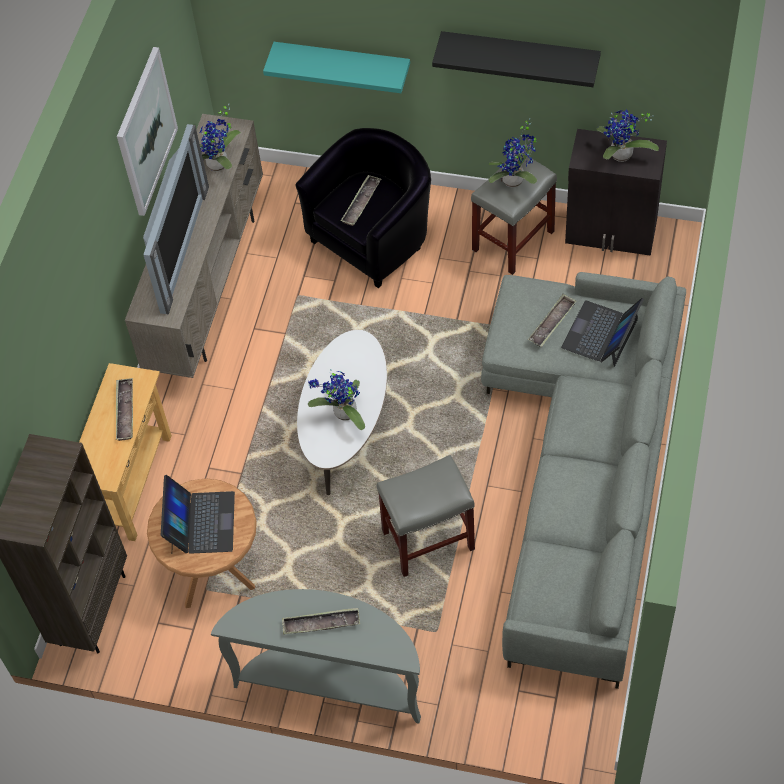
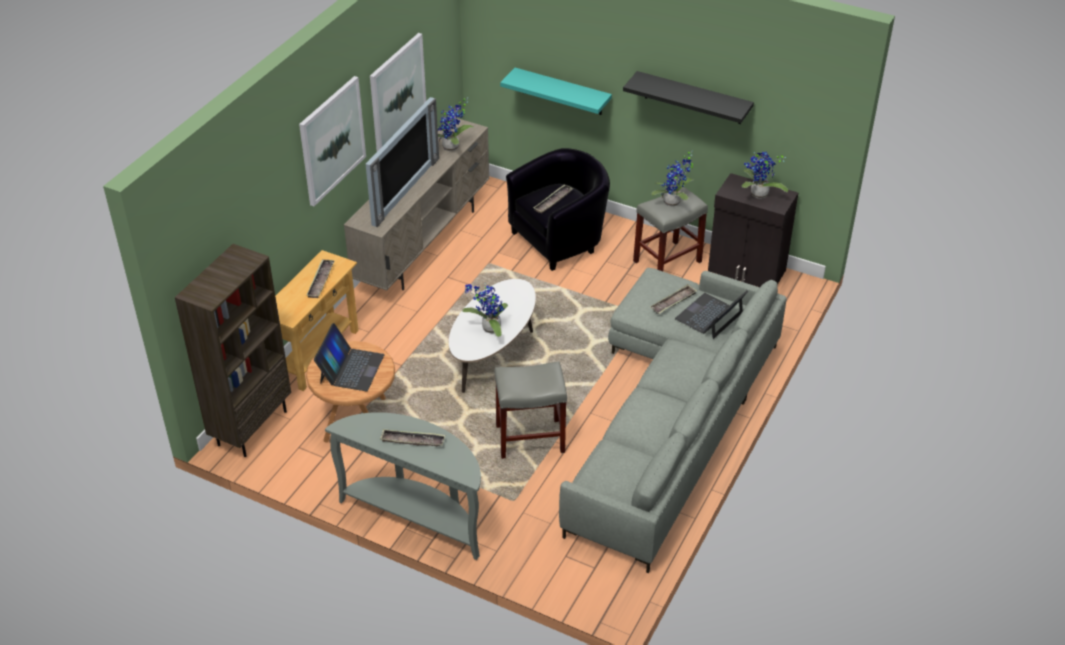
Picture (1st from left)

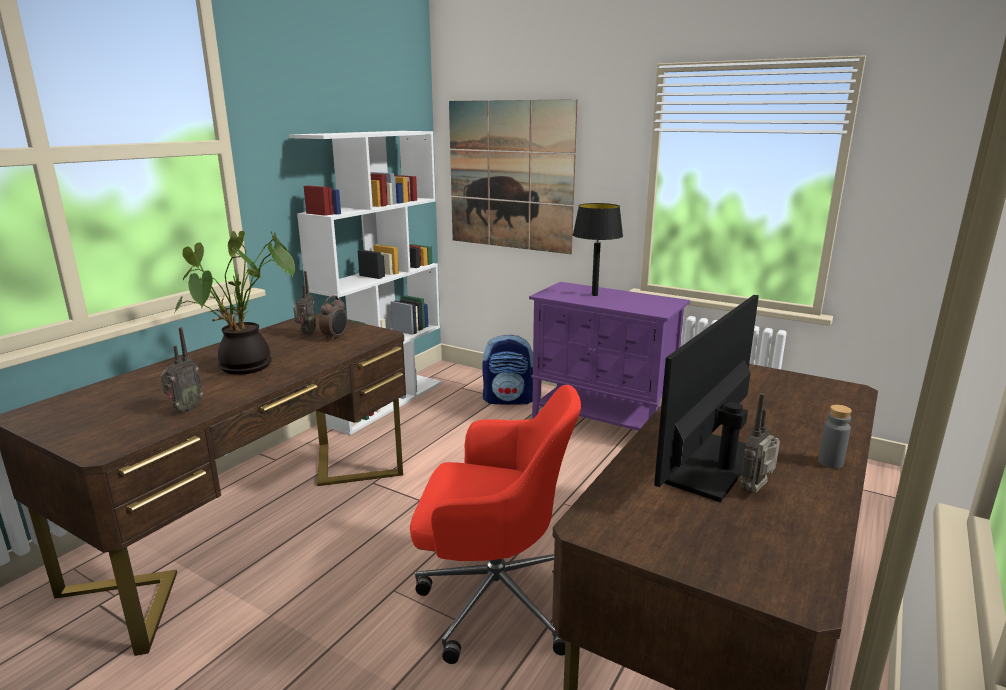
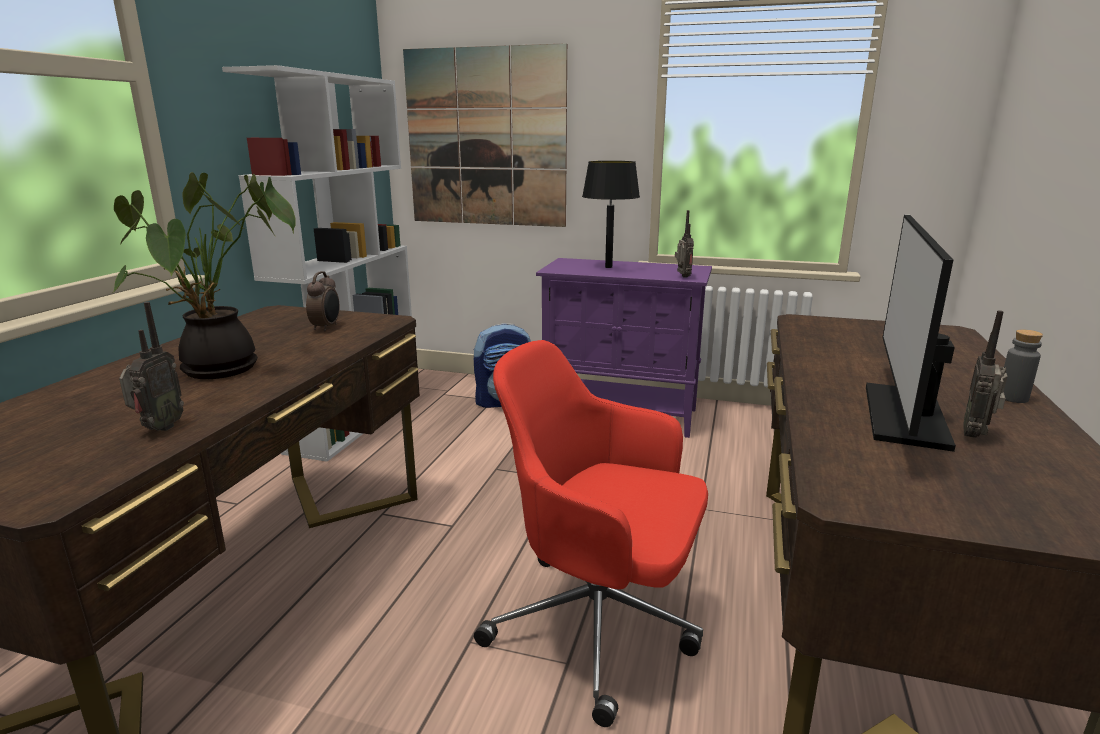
RedOfficeChair
Radio (2nd from left)

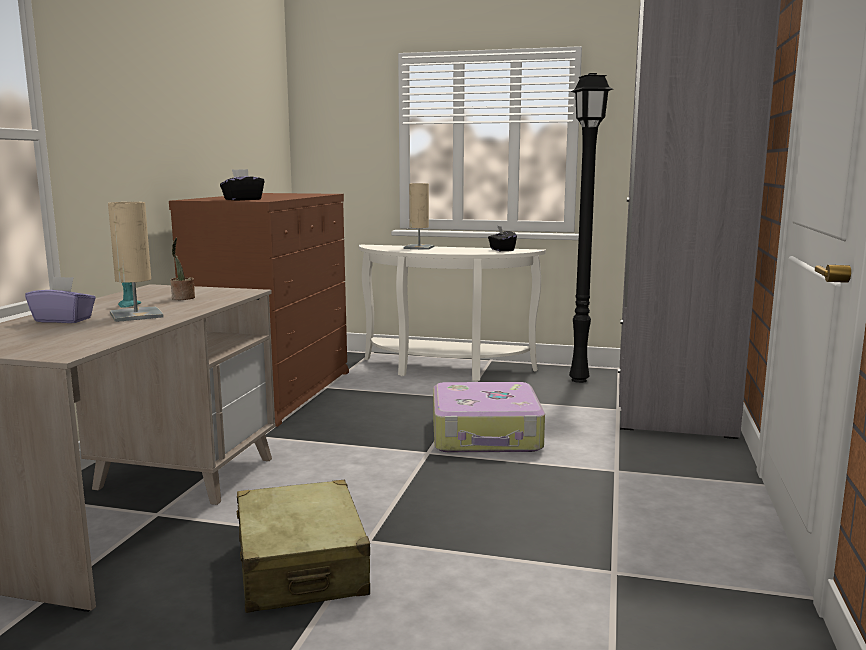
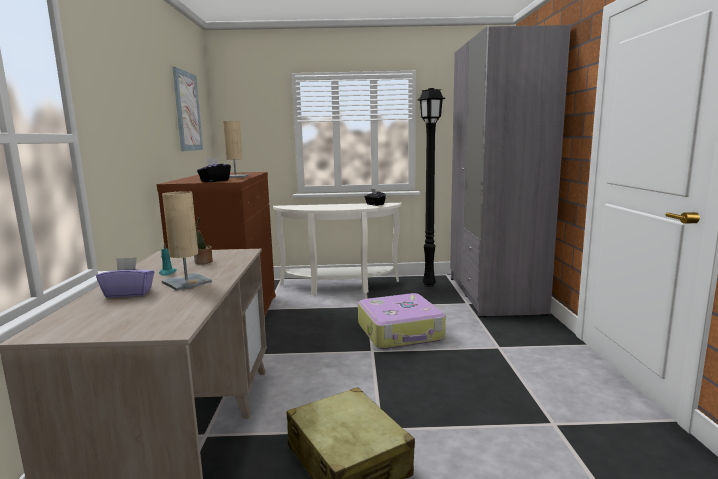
Picture
BeigeTableLamp (2nd from left)

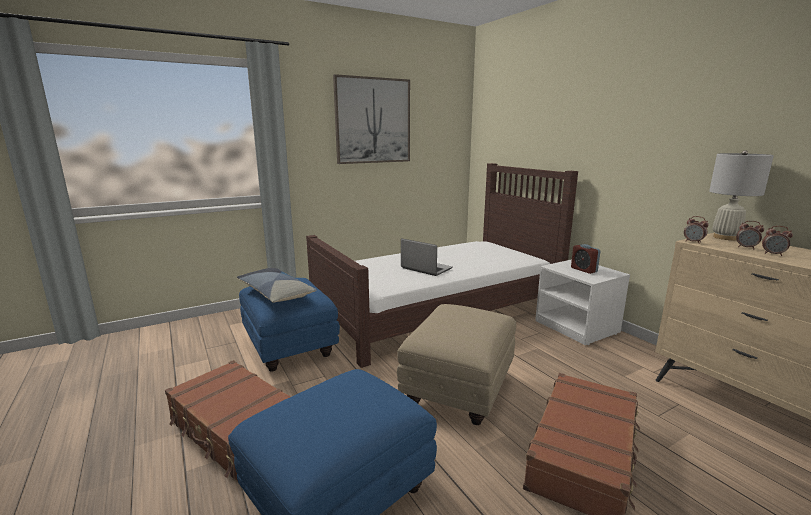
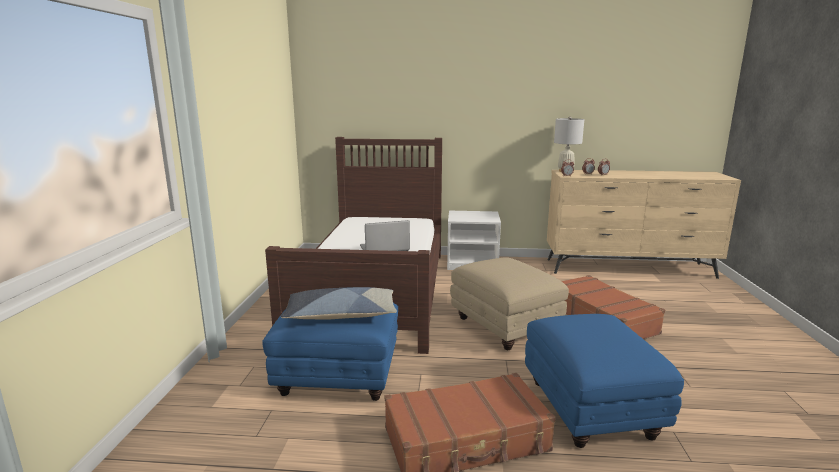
Picture
AlarmClock (1st from left in the first image)

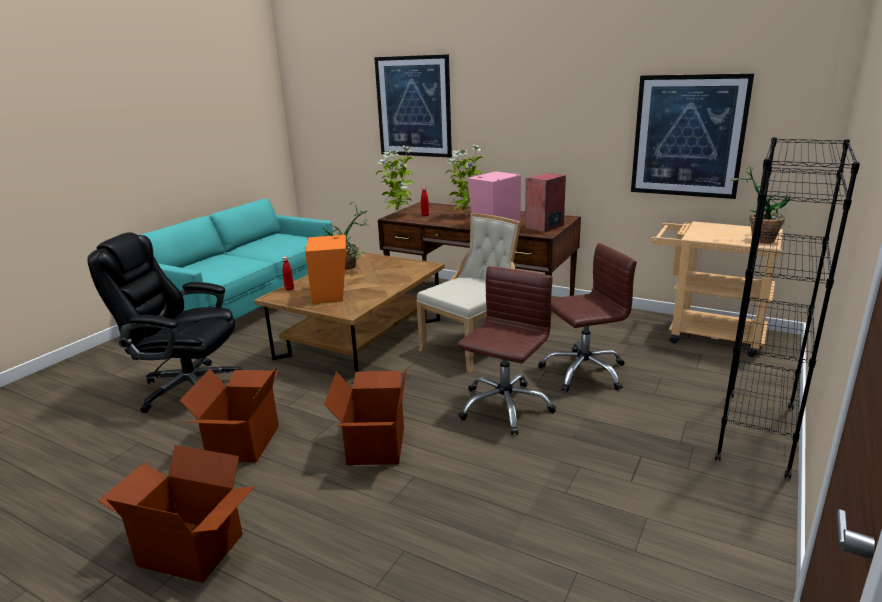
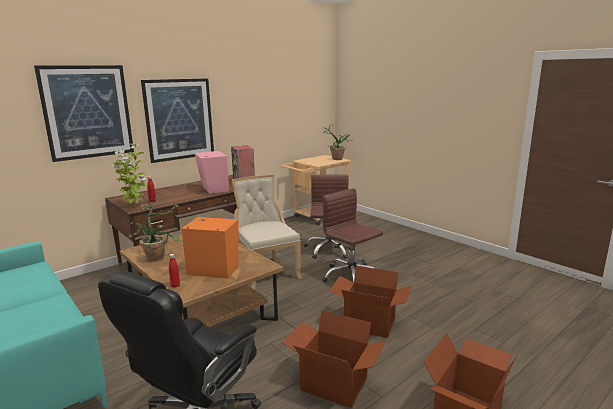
Picture (2nd from left)
PottedPlant (3rd from left in the first image)
BlackBookcase

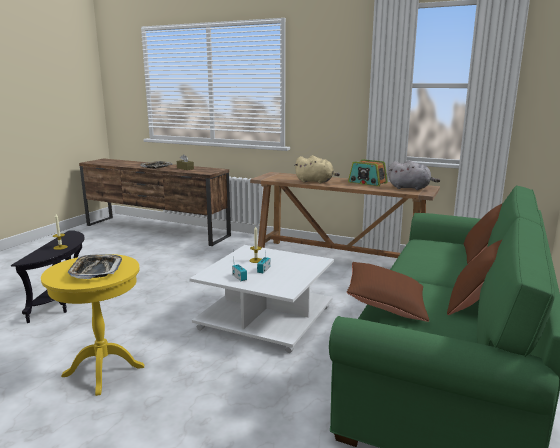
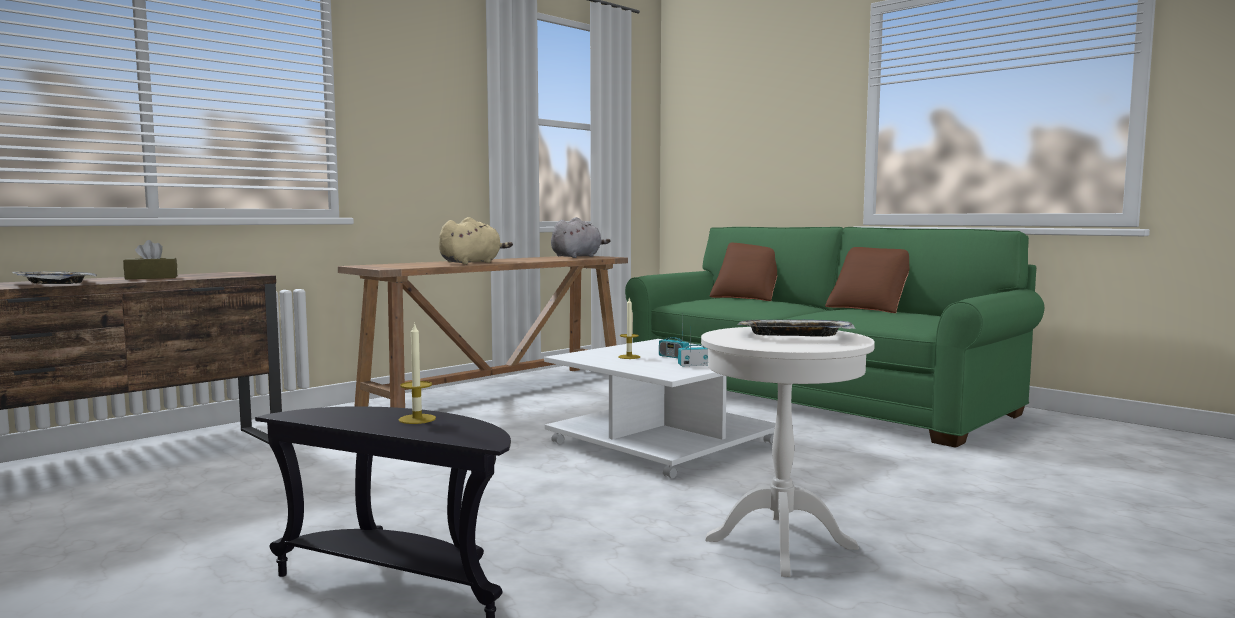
WhiteSideTable
BrownPillow (1st from left in the first image)
Radio (3rd from left in the first image)

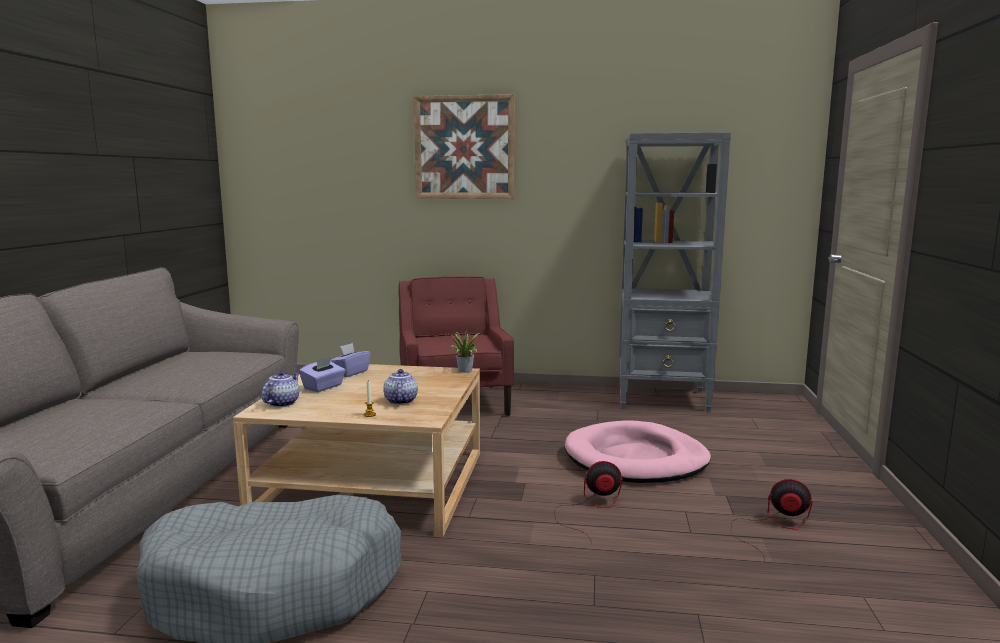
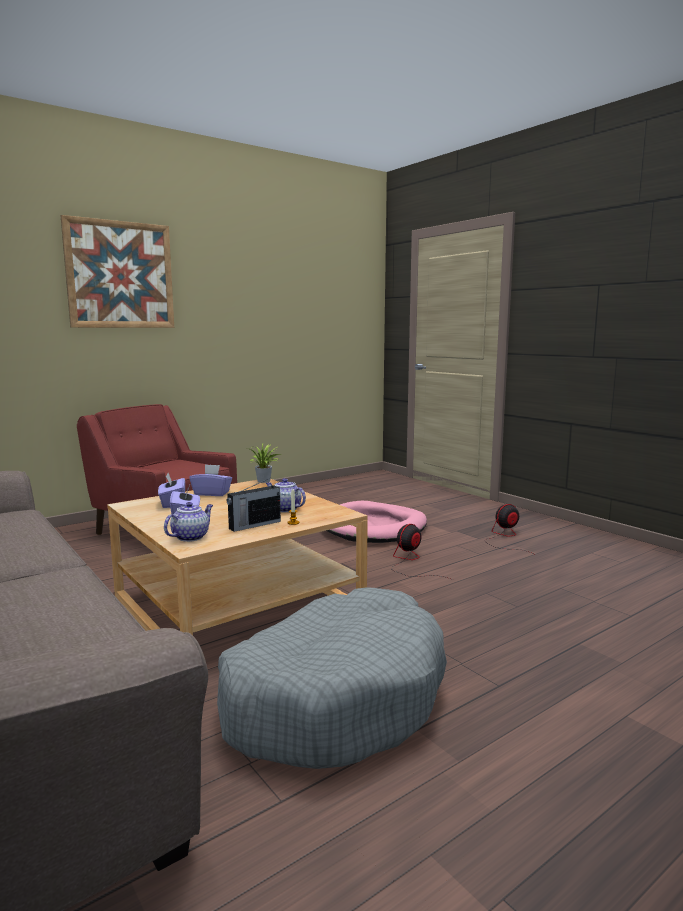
Teapot (1st from left)
PurpleTissueBox (3rd from left)
Radio
GreyBookcase

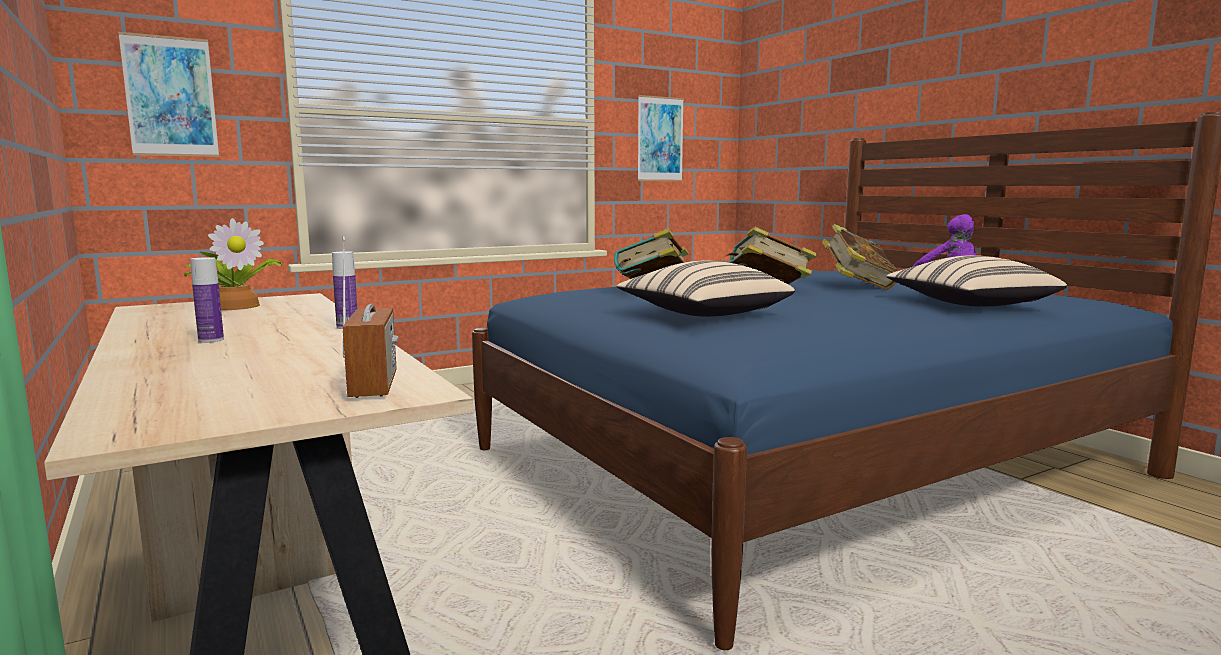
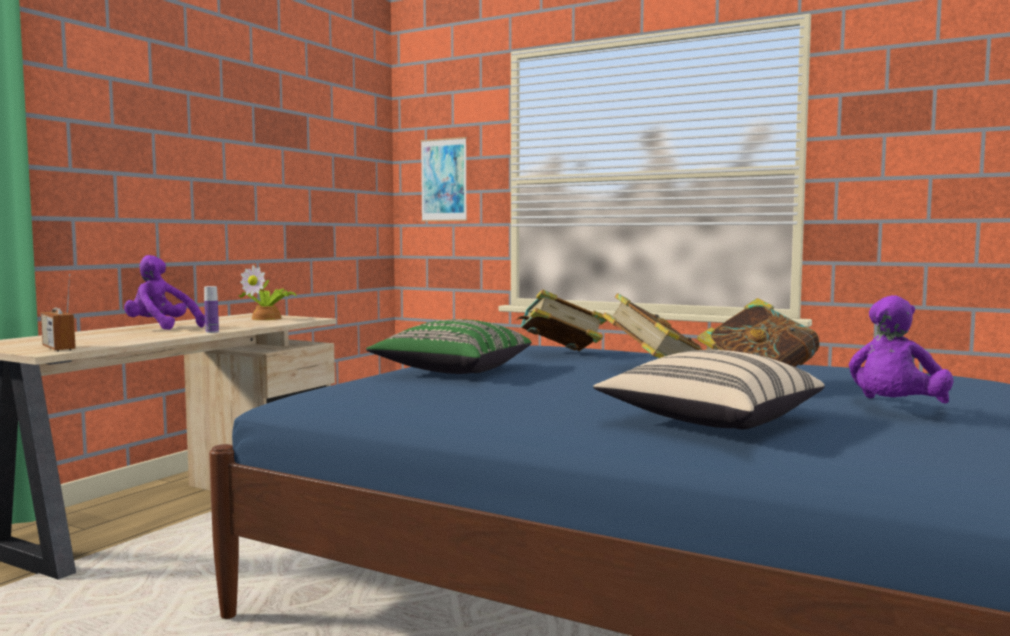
Radio
PurplePlushToy (1st from left)
GreenPillow
Picture (2nd from left in the first image)

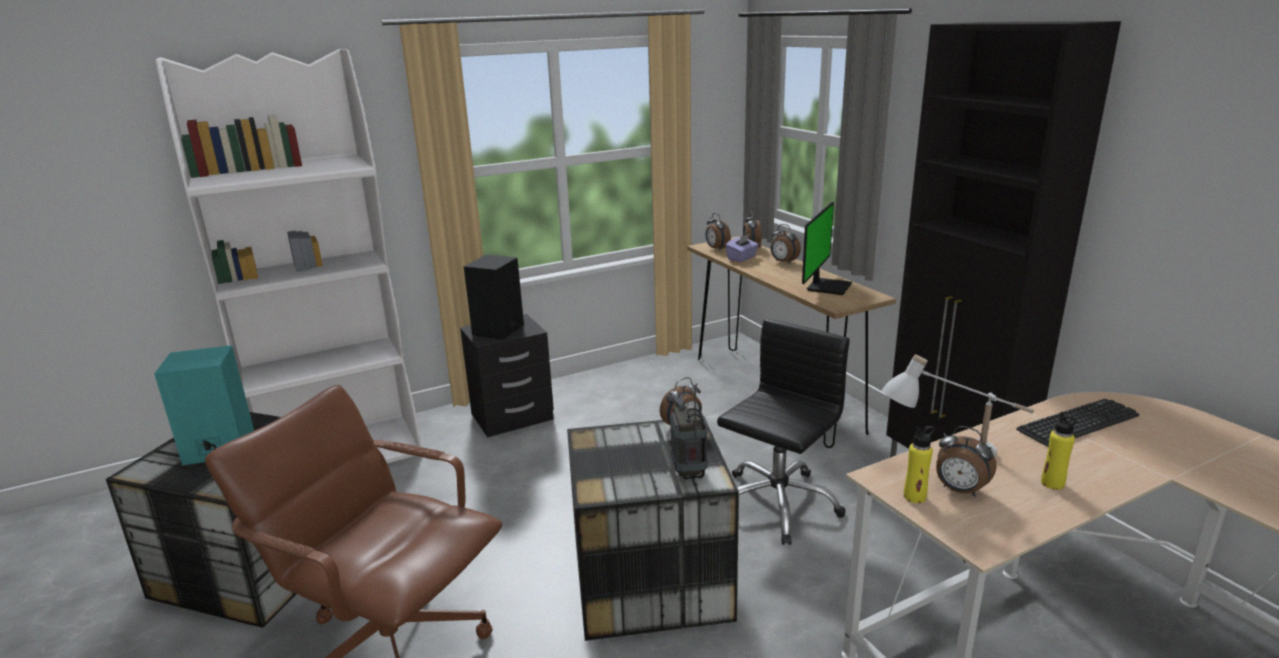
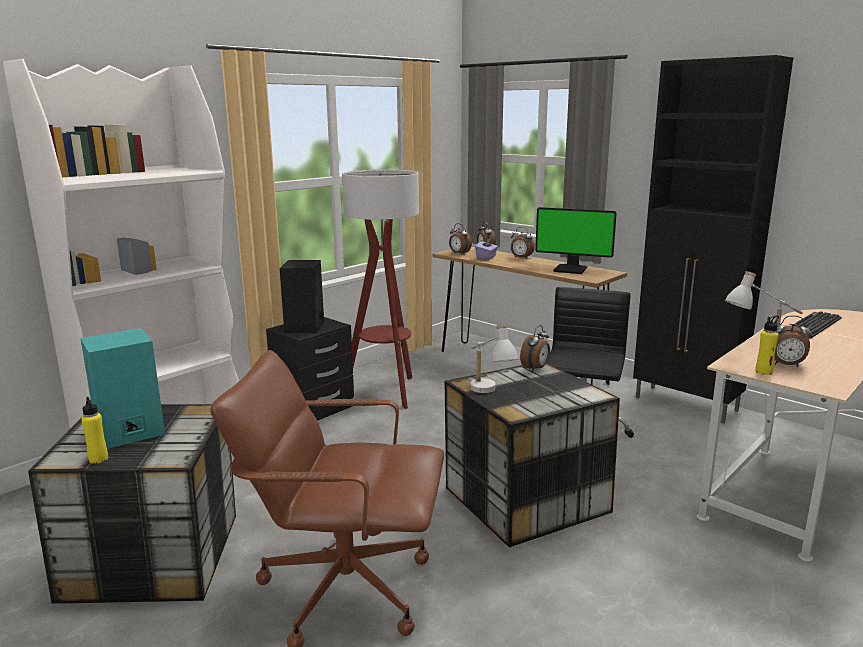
YellowBottle (1st from left)
FloorLamp
WhiteTableLamp (1st from left)
Monitor
Radio

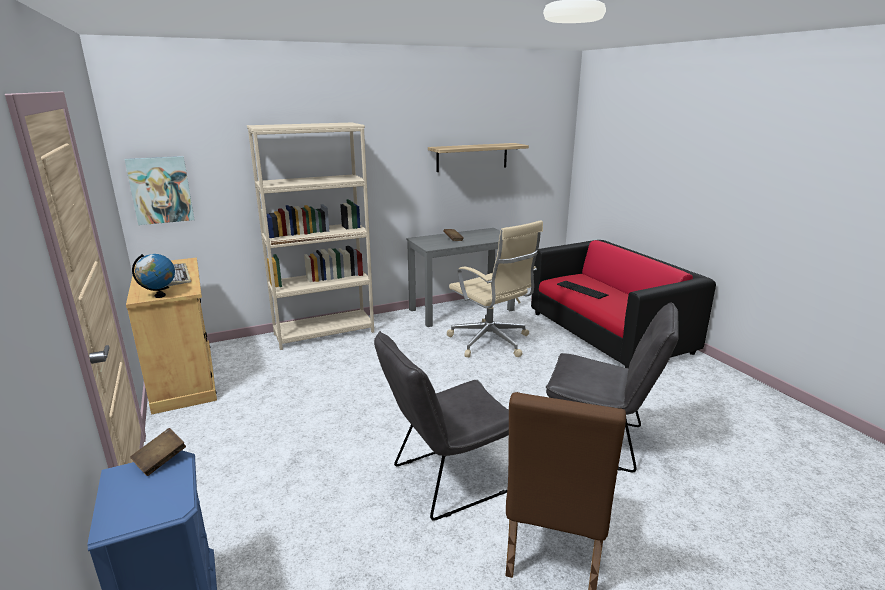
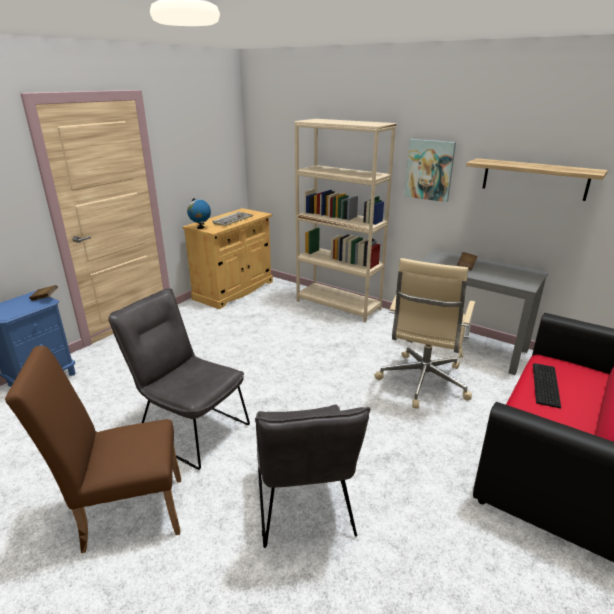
Picture

